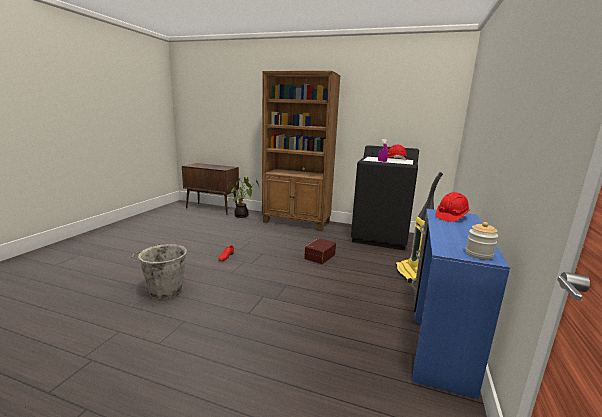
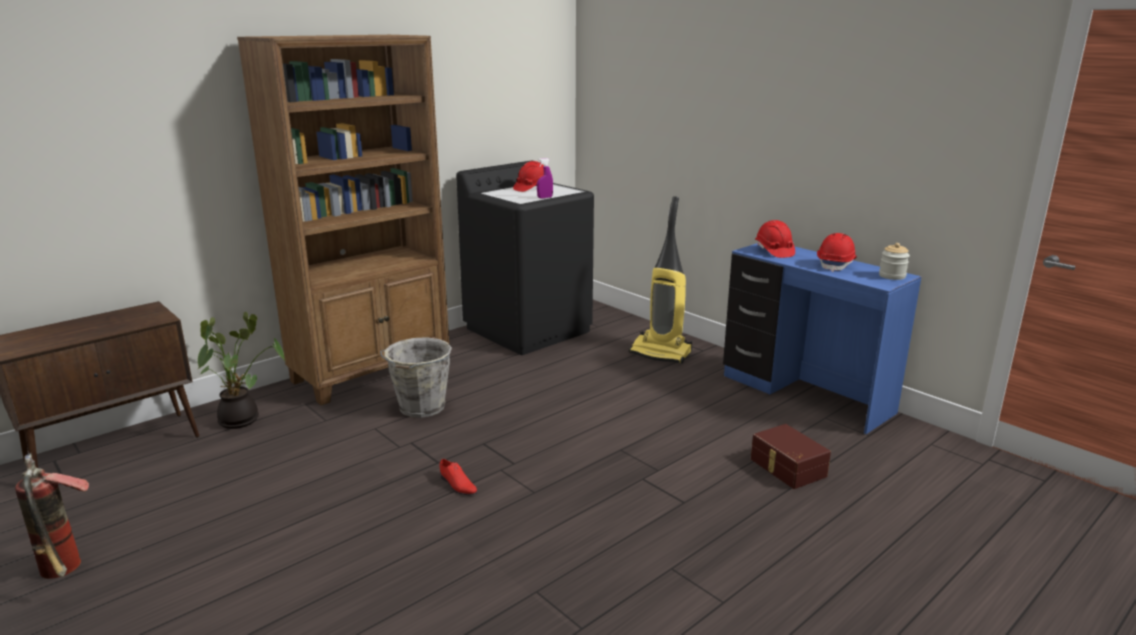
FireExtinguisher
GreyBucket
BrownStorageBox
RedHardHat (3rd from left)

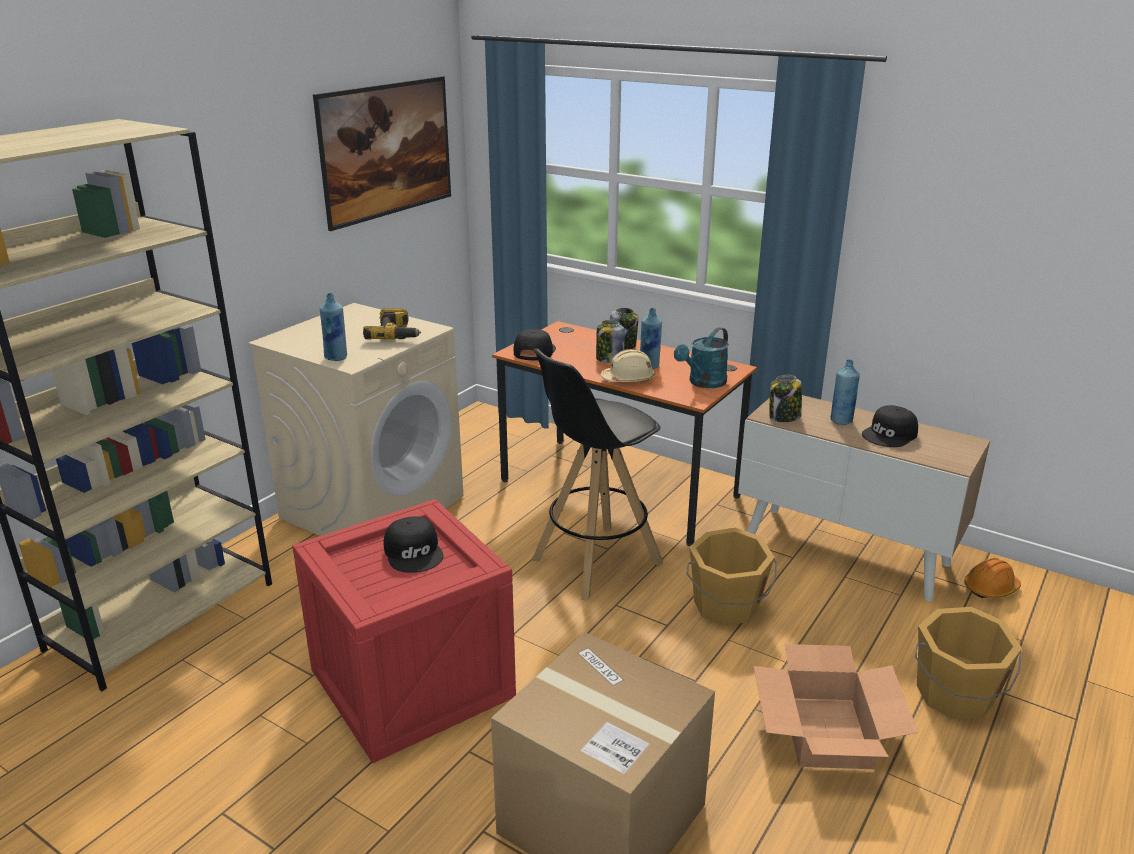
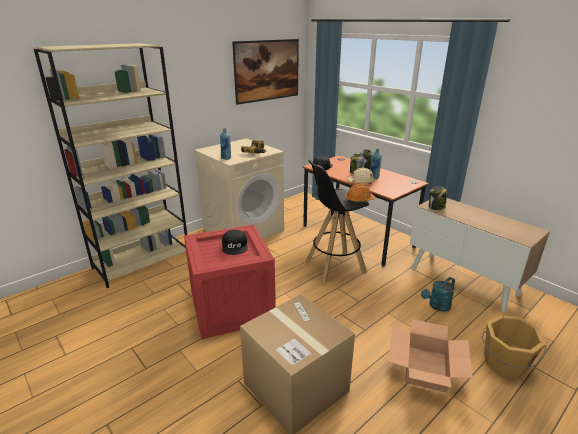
OrangeHardHat
TurquoiseWateringCan
OrangeBucket (1st from left in the first image)
BlueBottle (3rd from left in the first image)
BlackCap (3rd from left in the first image)

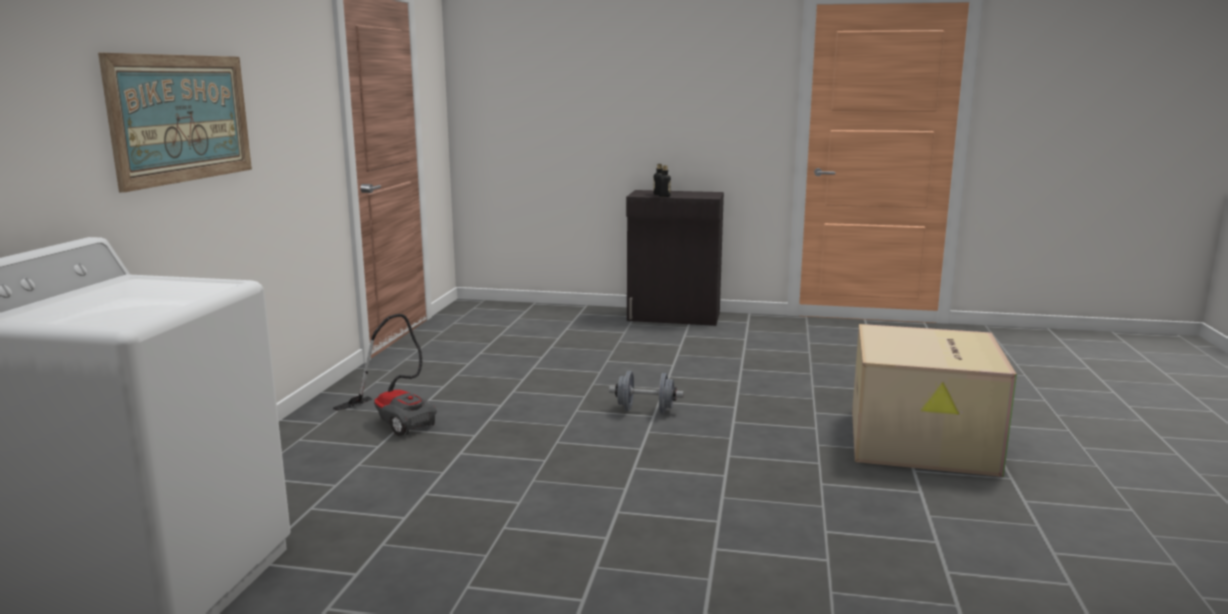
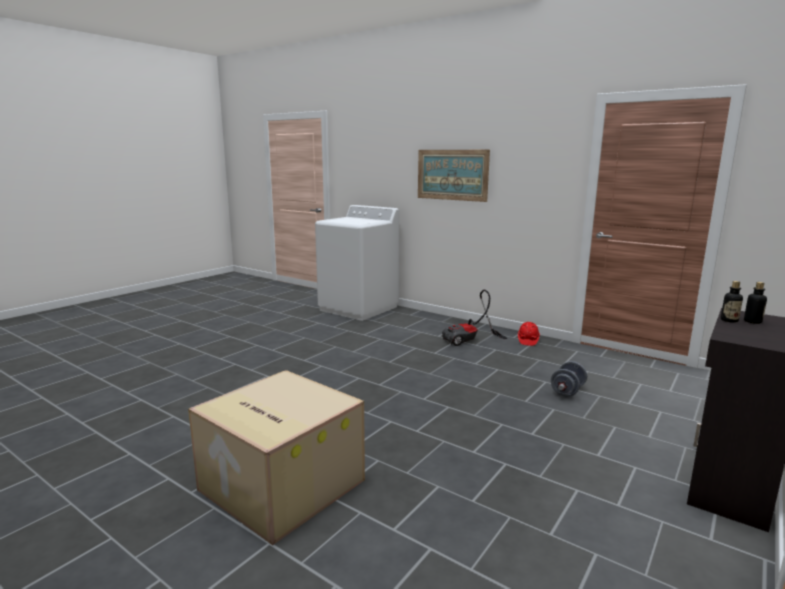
RedHardHat
GreyDumbbell

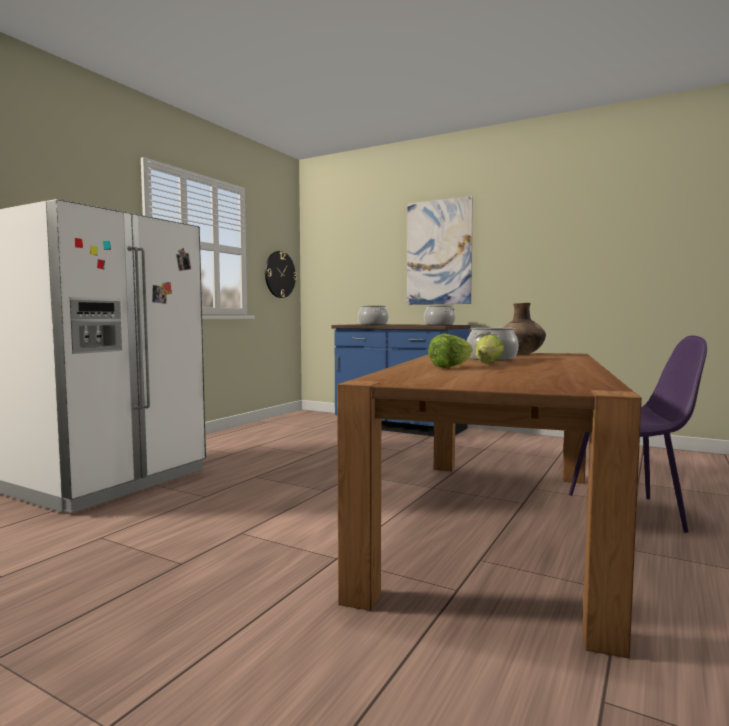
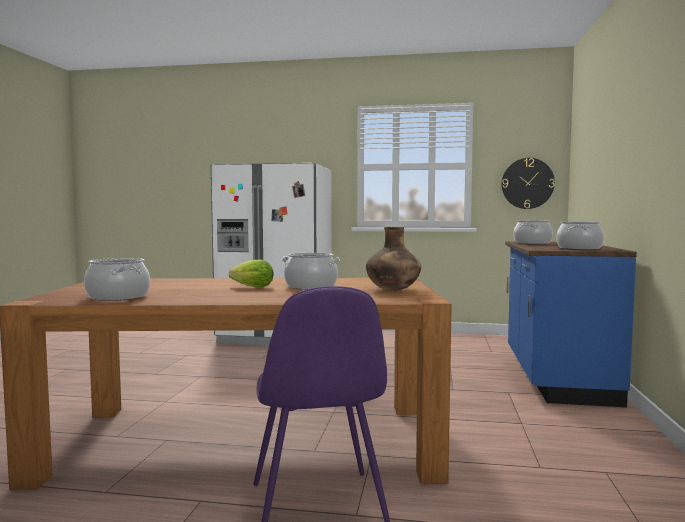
CookingPot (1st from left)
Picture
Lettuce (1st from left in the first image)

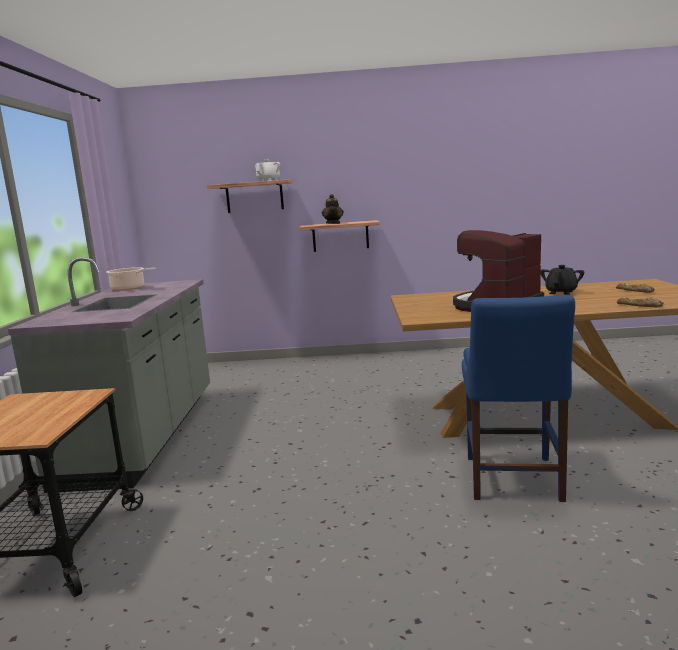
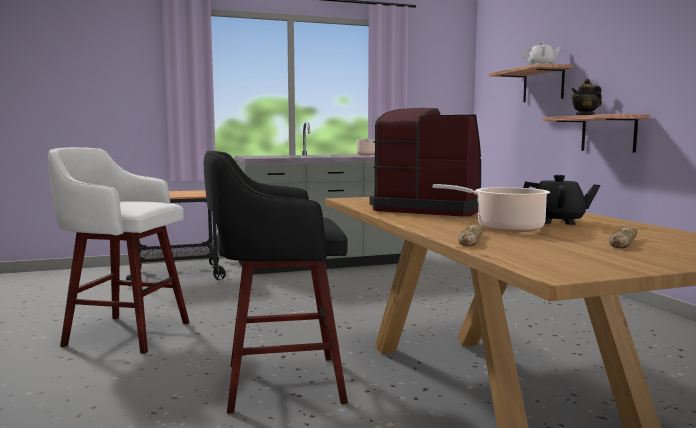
WhiteStool
BlackStool
CookingPot (2nd from left)

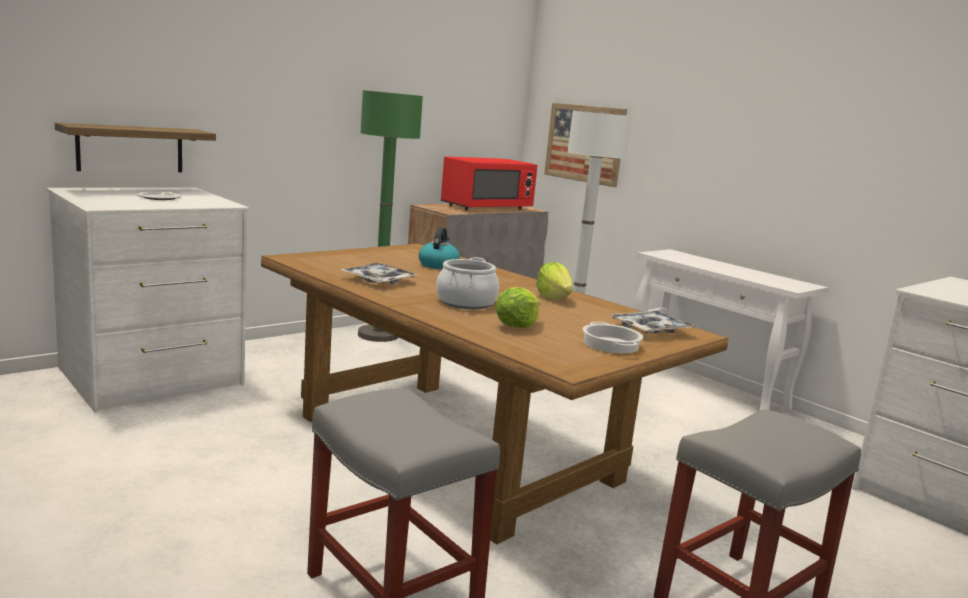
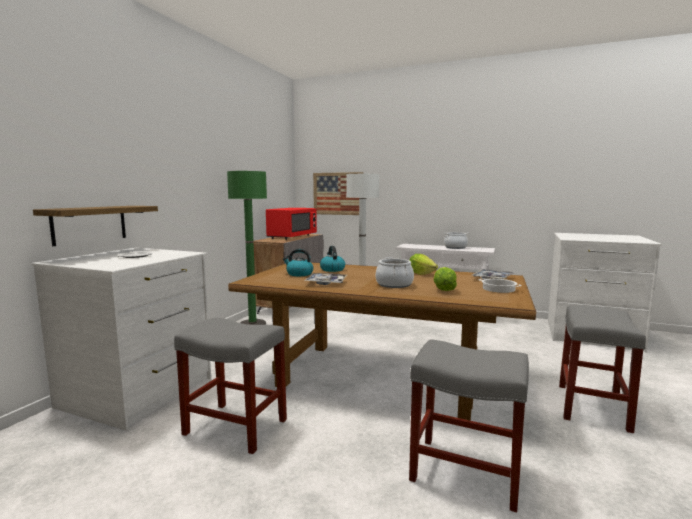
GreyStool (1st from left)
Kettle (1st from left)
CookingPot (2nd from left)

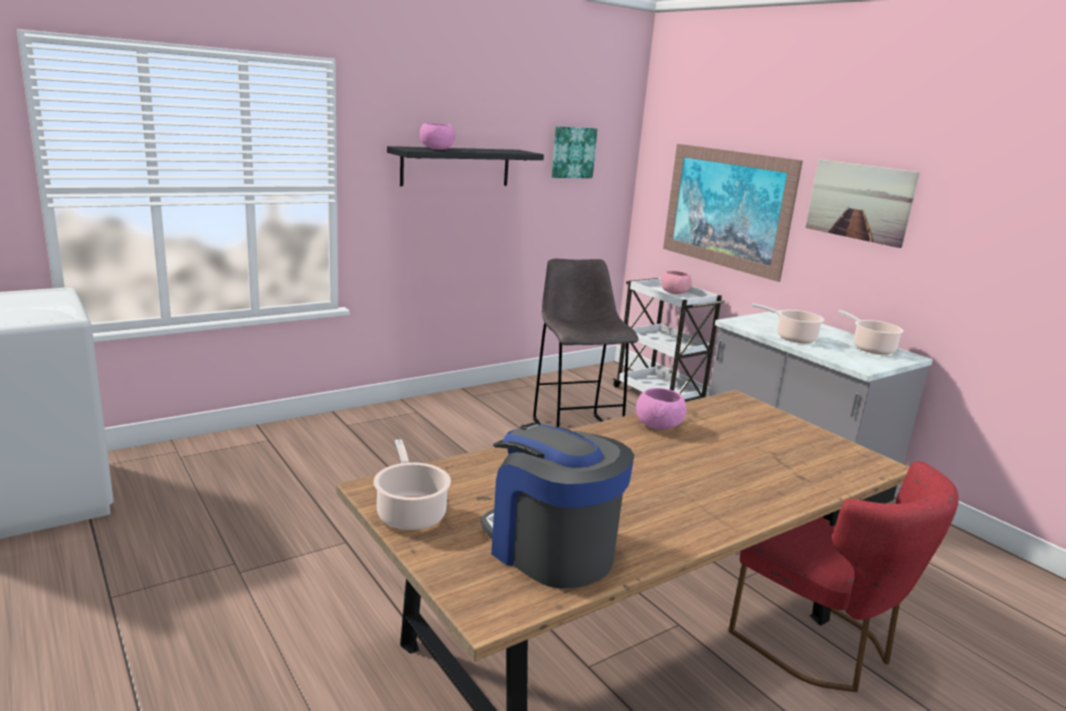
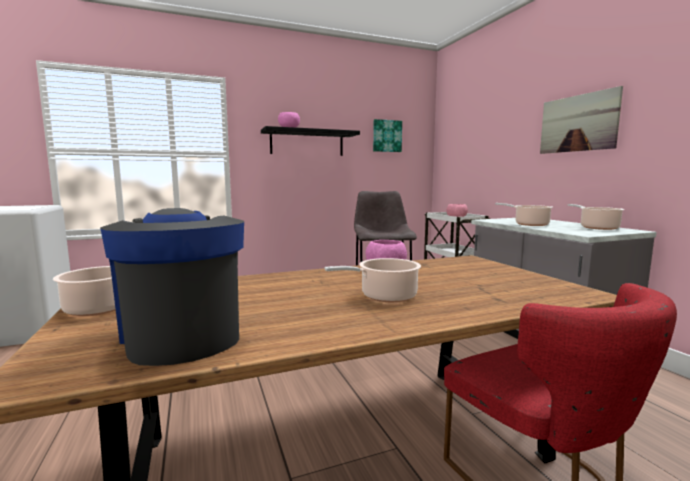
CookingPot (2nd from left)
Picture (2nd from left in the first image)

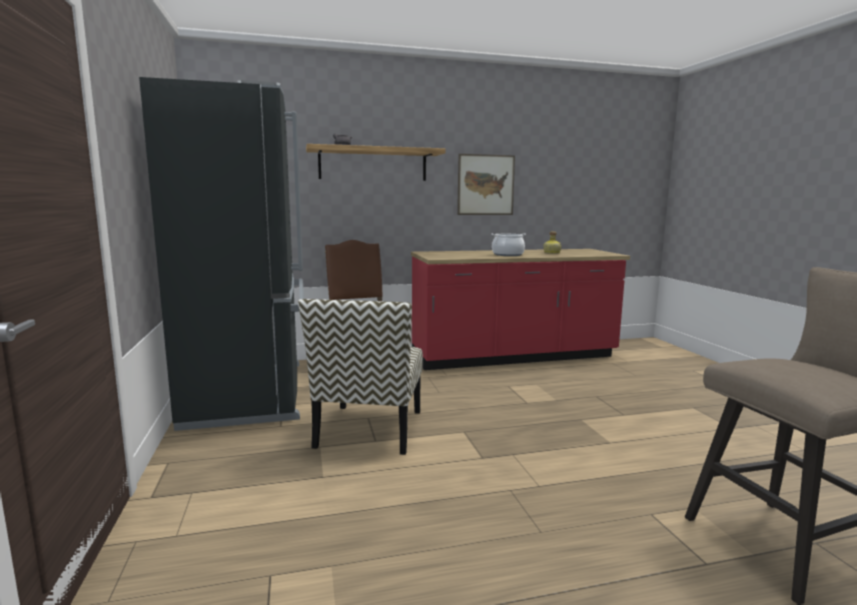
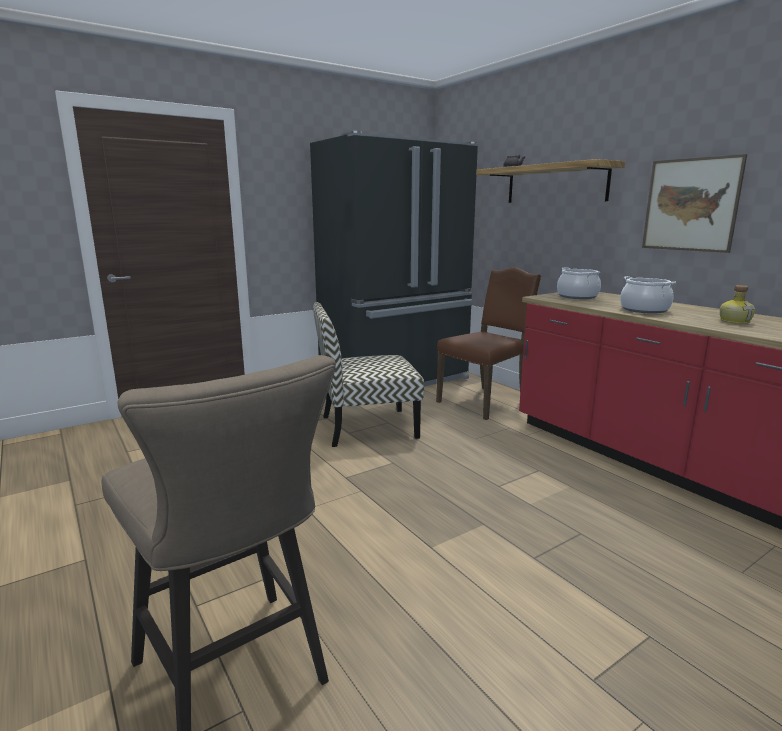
CookingPot (1st from left)

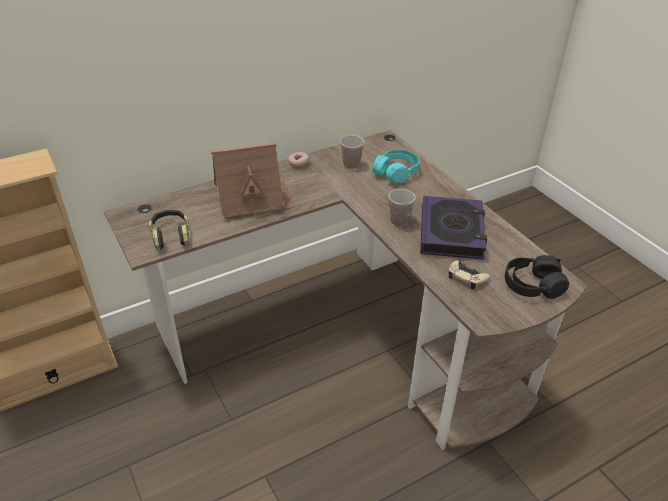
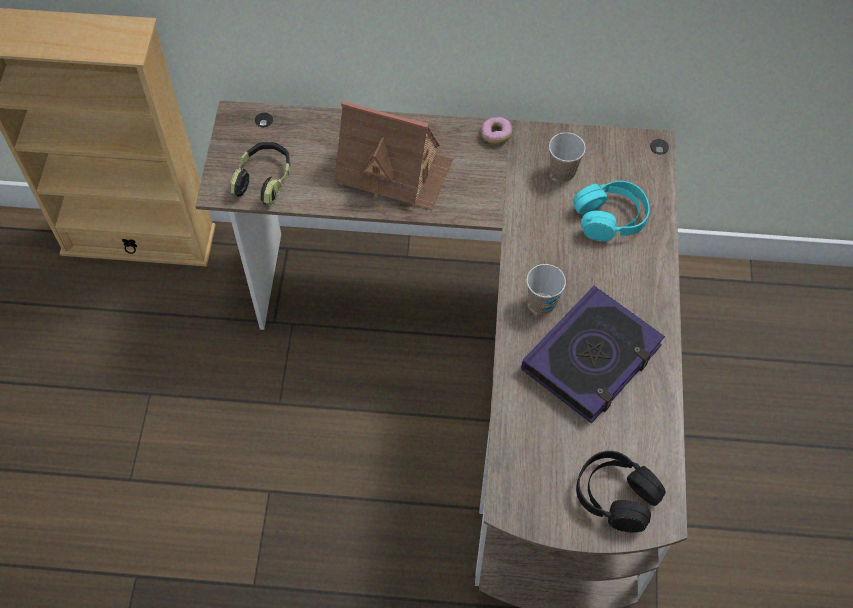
BeigeGameController

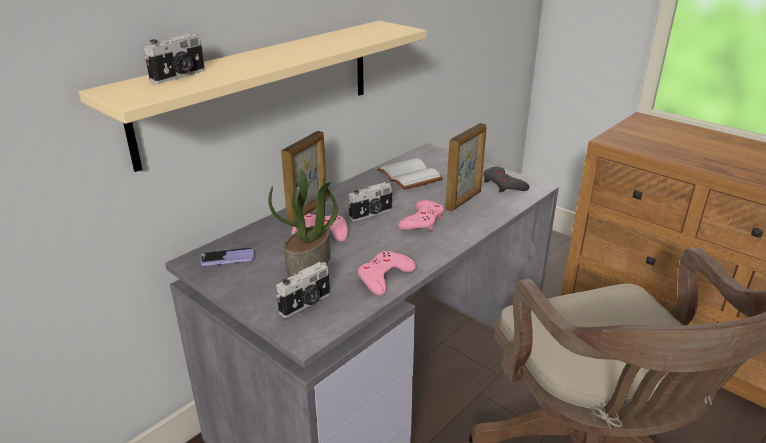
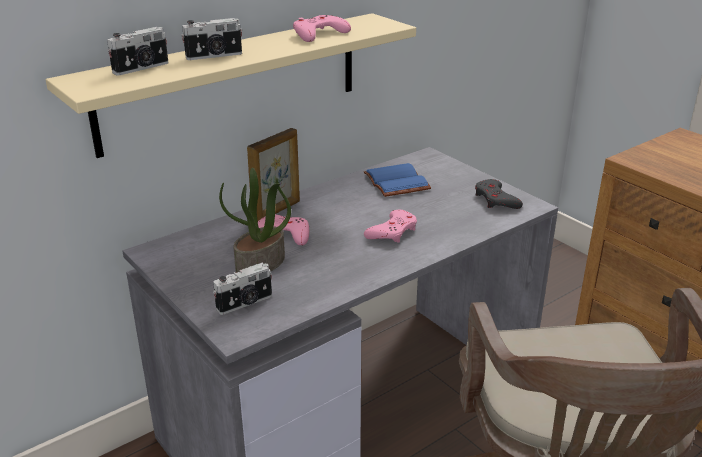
PhotoCamera (2nd from left)
PinkGameController (2nd from left)
BlueBook
Phone
PictureFrame (2nd from left in the first image)

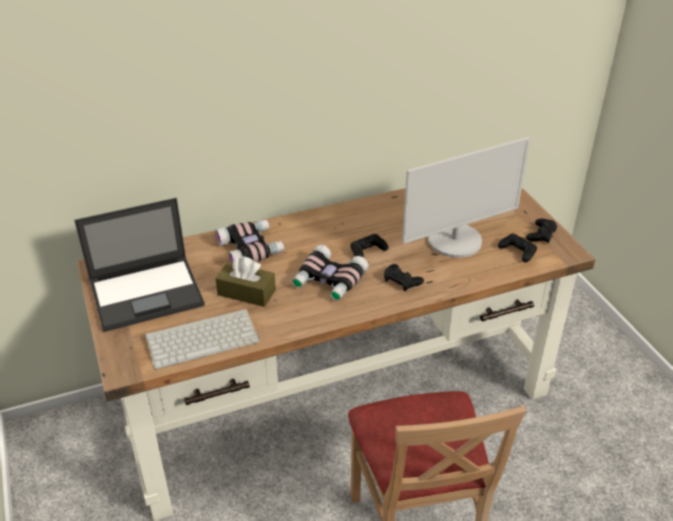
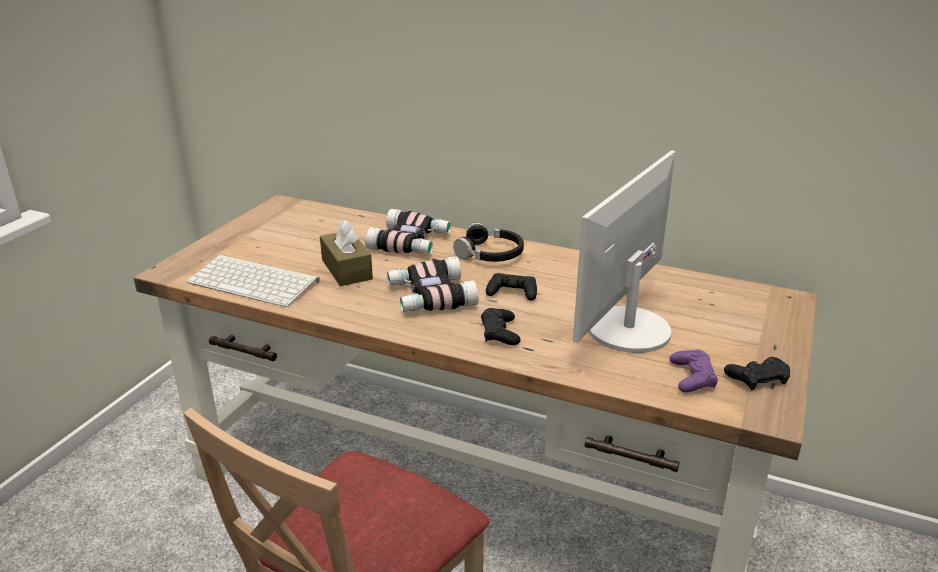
BlackHeadphones
Monitor
PurpleGameController
Laptop

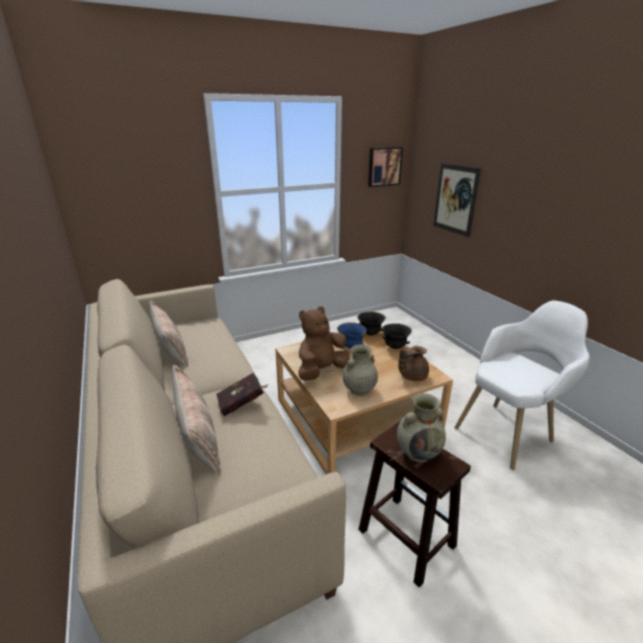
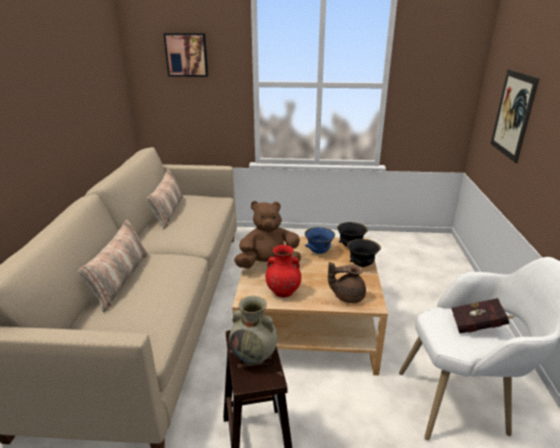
Picture (1st from left)
RedVase
RedBook

